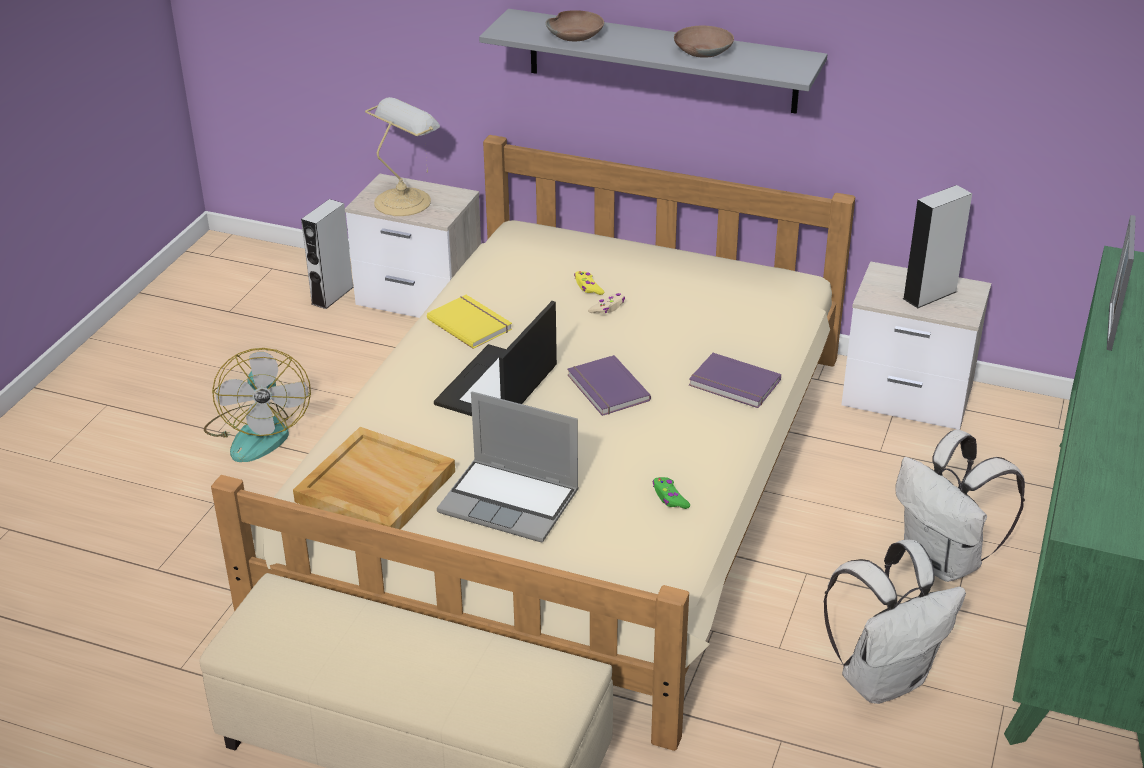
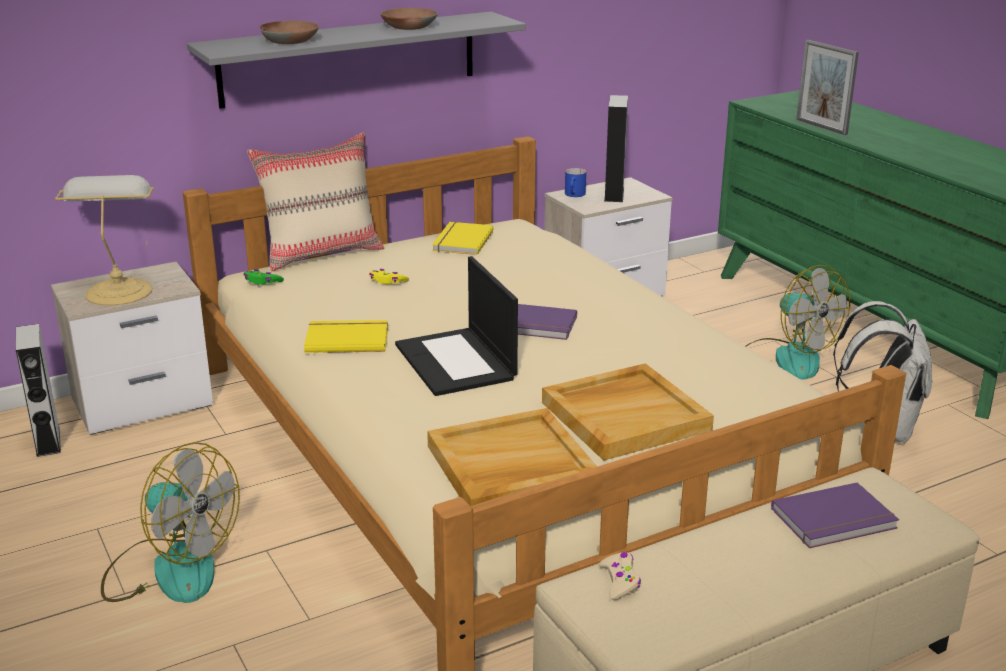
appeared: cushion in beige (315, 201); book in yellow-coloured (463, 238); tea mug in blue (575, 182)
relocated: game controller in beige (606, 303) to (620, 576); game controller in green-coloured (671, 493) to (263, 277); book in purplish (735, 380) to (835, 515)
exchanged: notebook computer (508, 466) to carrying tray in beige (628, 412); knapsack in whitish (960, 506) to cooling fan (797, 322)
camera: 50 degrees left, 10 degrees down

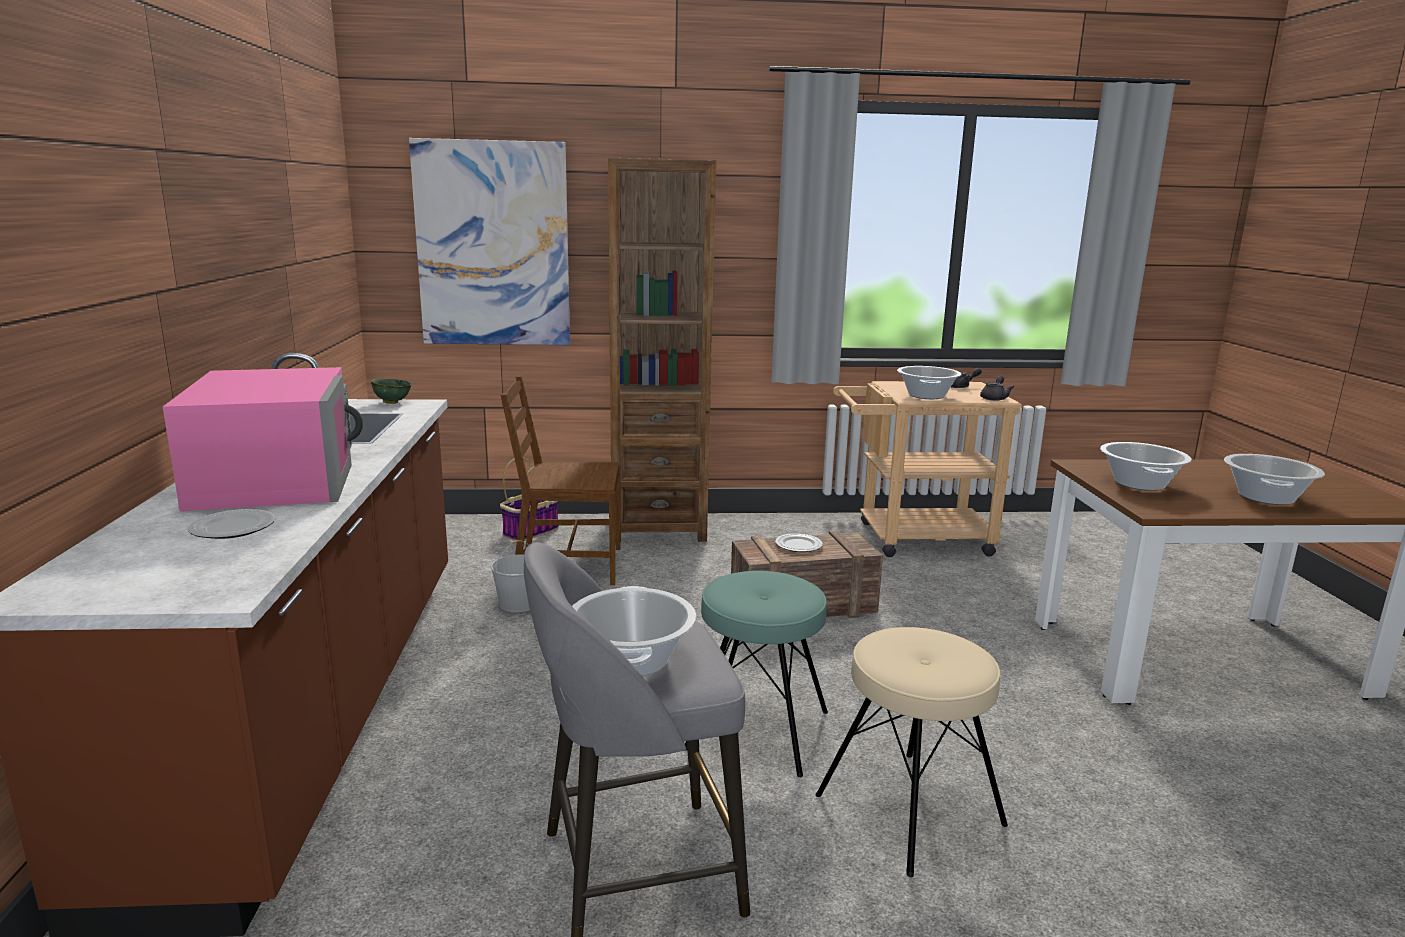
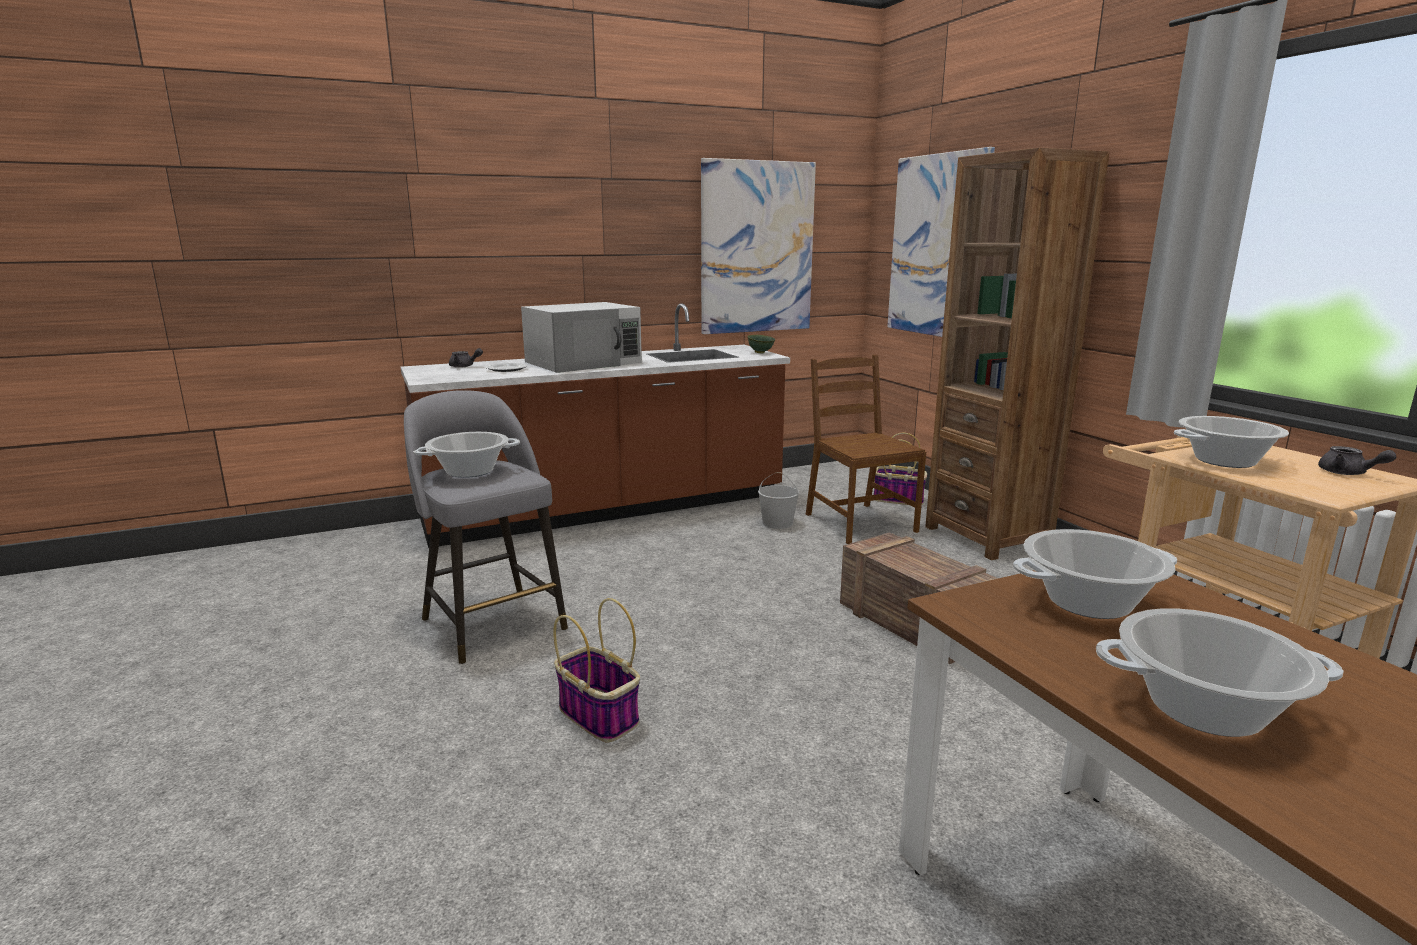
missing: stool in turquoise (756, 674); flat dish (799, 542)
appeared: wall picture (758, 246)
relocated: teapot in grey (997, 388) to (466, 358)
exchanged: stool in beige (911, 752) to storage basket (596, 670)
colour: microwave oven in pink (263, 439) to microwave oven in whitish (581, 337)
camera: 70 degrees right, 0 degrees up

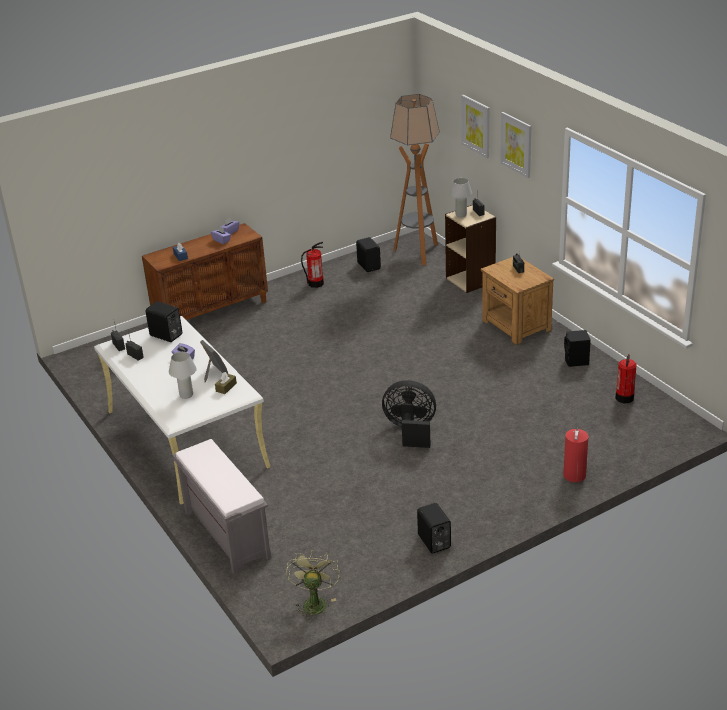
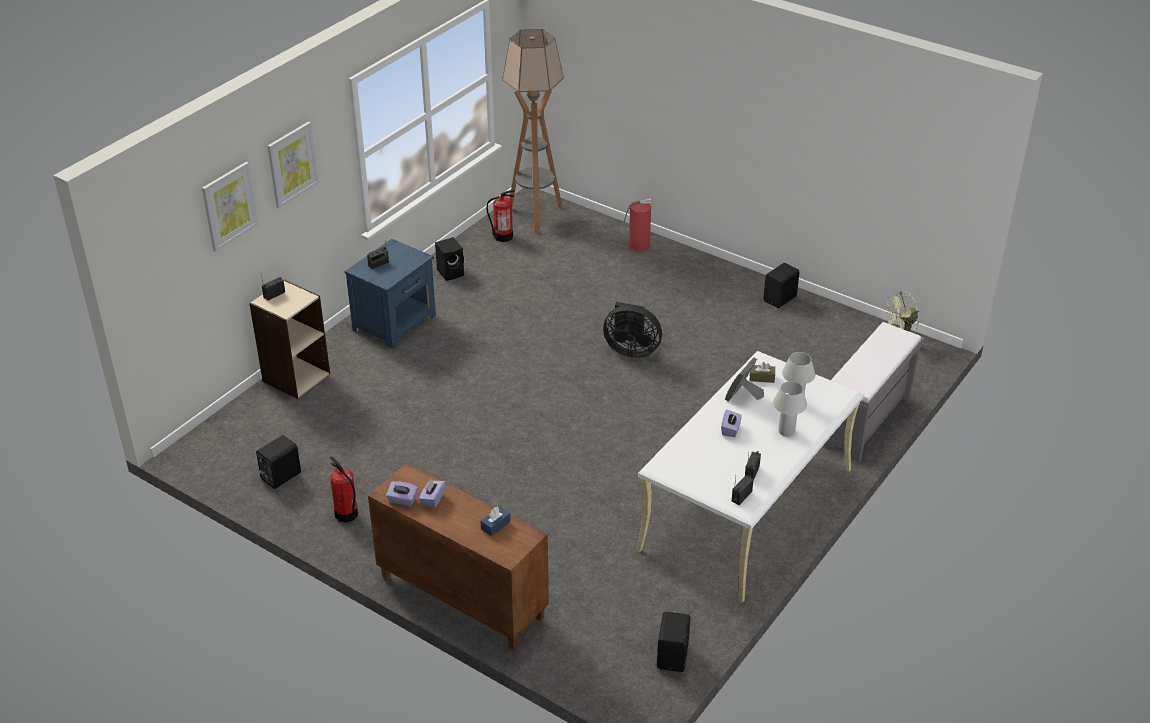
relocated: loudspeaker in black-coloured (164, 321) to (673, 642); floor lamp (415, 179) to (533, 131); lamp for a table in whitish (461, 197) to (790, 409)
colour: nightstand in brownish (517, 301) to nightstand in blue (390, 294)
spun: cooling fan in black-coloured (409, 414) = (632, 330) 60 degrees counterclockwise
camera: 115 degrees left, 5 degrees up

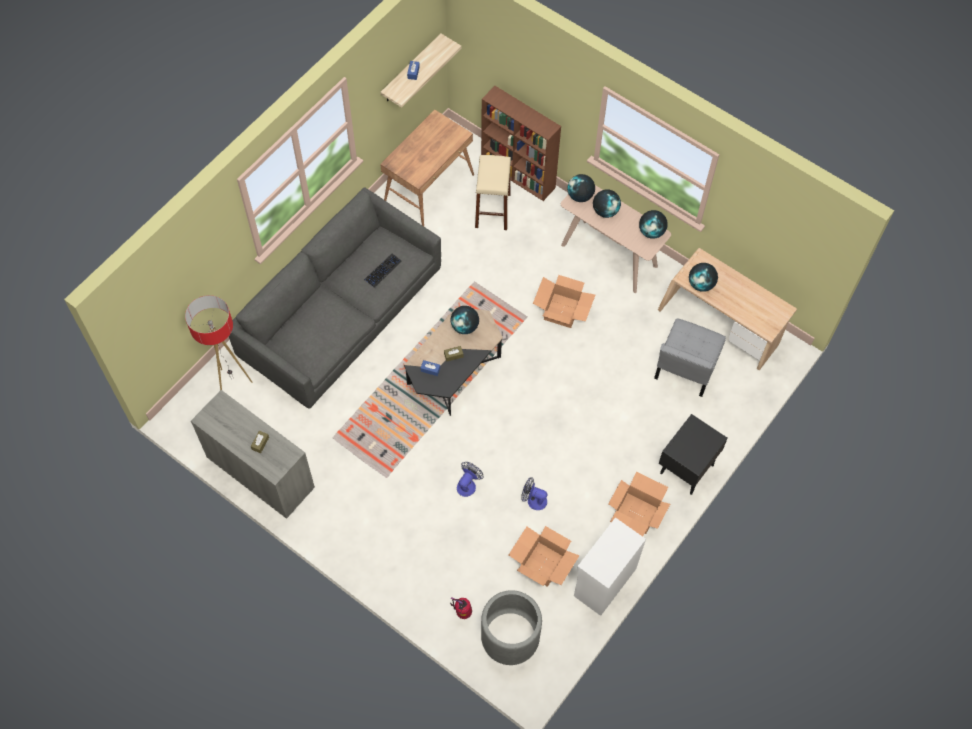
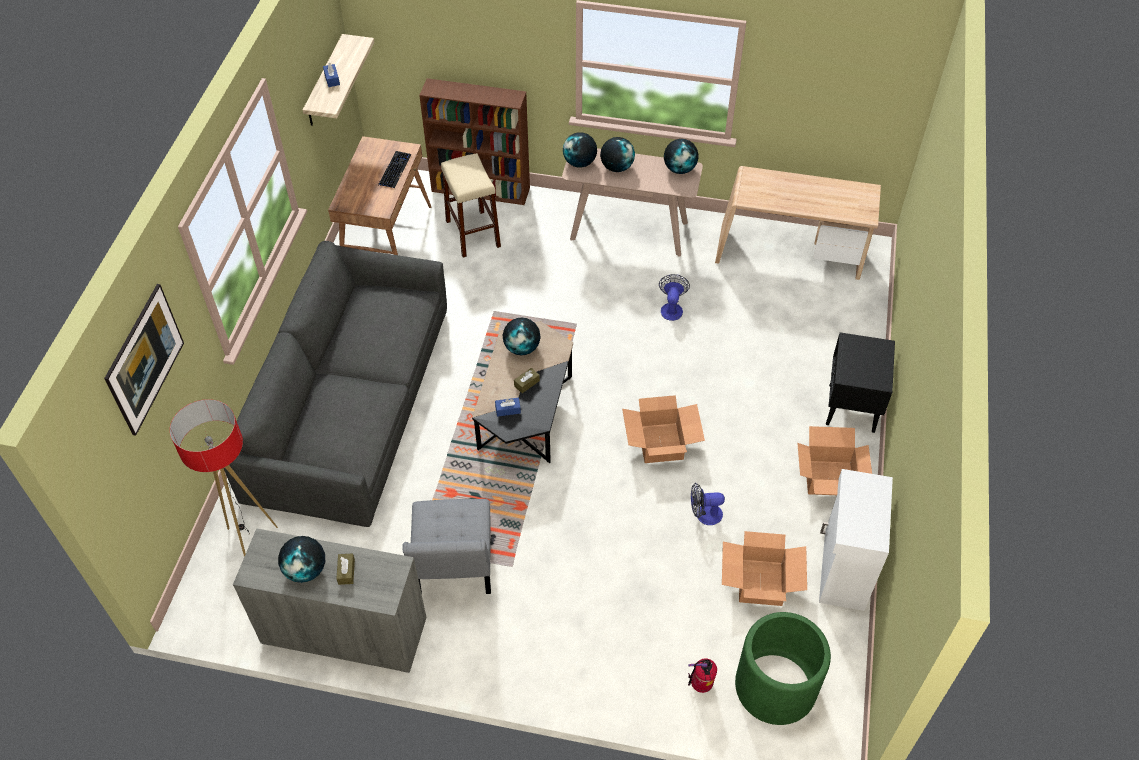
appeared: wall picture (144, 360)
relocated: computer keyboard (383, 270) to (394, 169); cooling fan (470, 479) to (674, 297); packing box (564, 301) to (663, 429); chair in grey (690, 357) to (446, 546); globe (703, 277) to (301, 559)
colour: flower pot in grey (511, 627) to flower pot in green-coloured (783, 668)
camera: 25 degrees left, 10 degrees down

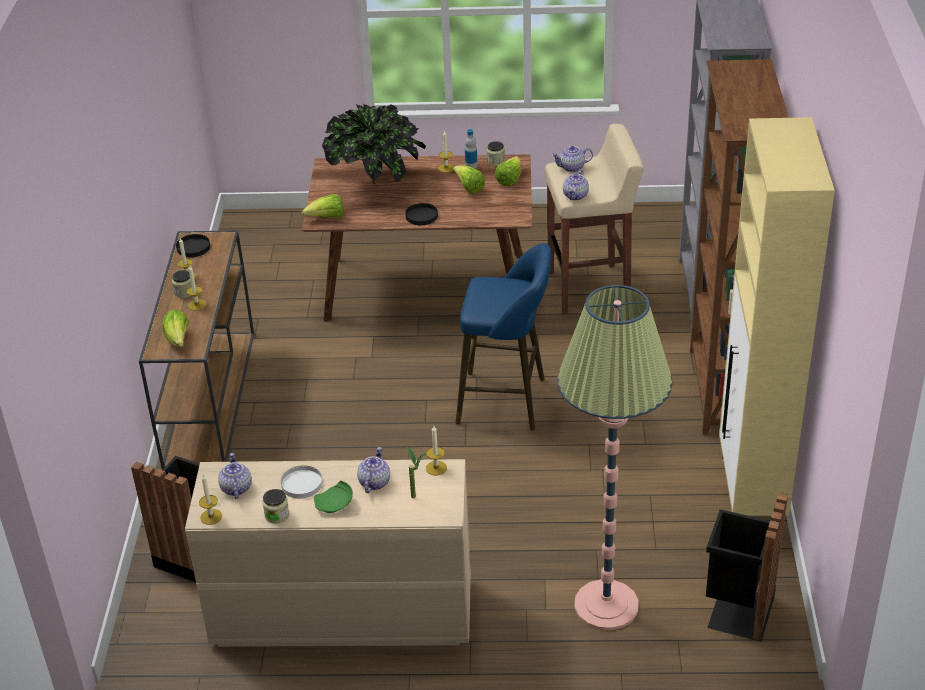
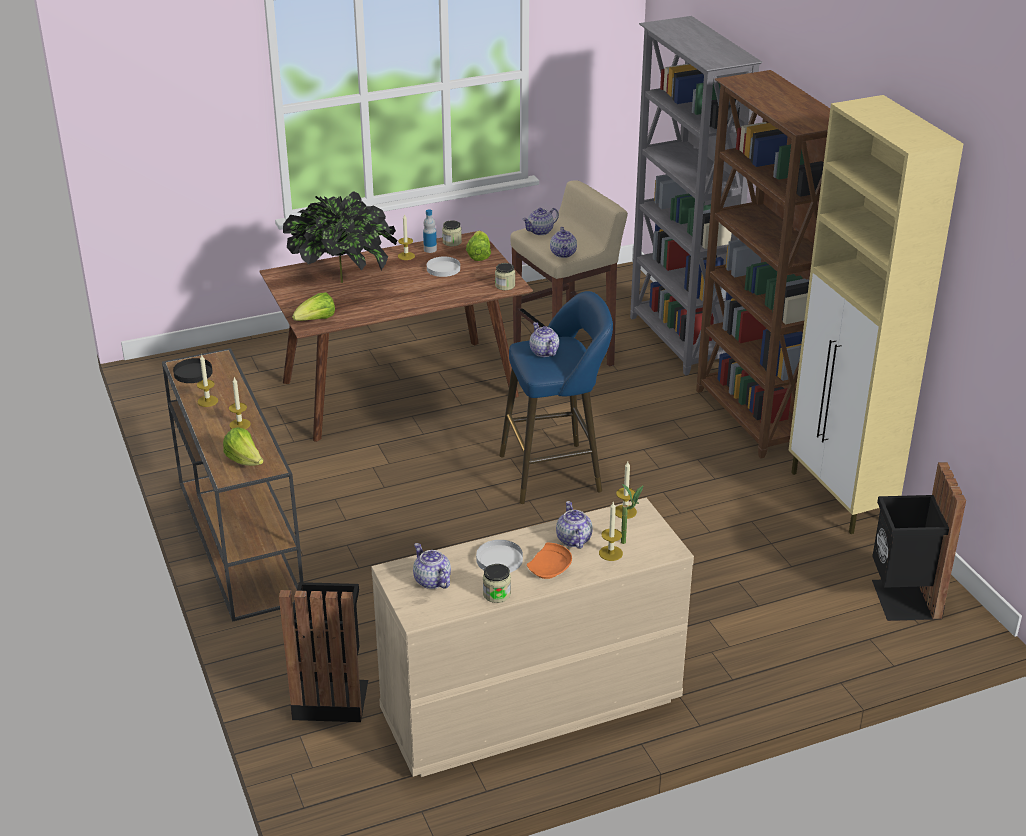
missing: flat dish in black-coloured (421, 214); floor lamp (614, 457)
appeared: teapot (544, 339)
relocated: jar (182, 284) to (505, 276); candle (210, 499) to (611, 531)
exchanged: lettuce (469, 179) to flat dish in whitish (443, 267)
colour: flat dish in green-coloured (333, 496) to flat dish in orangey (549, 560)
camera: 25 degrees left, 5 degrees down

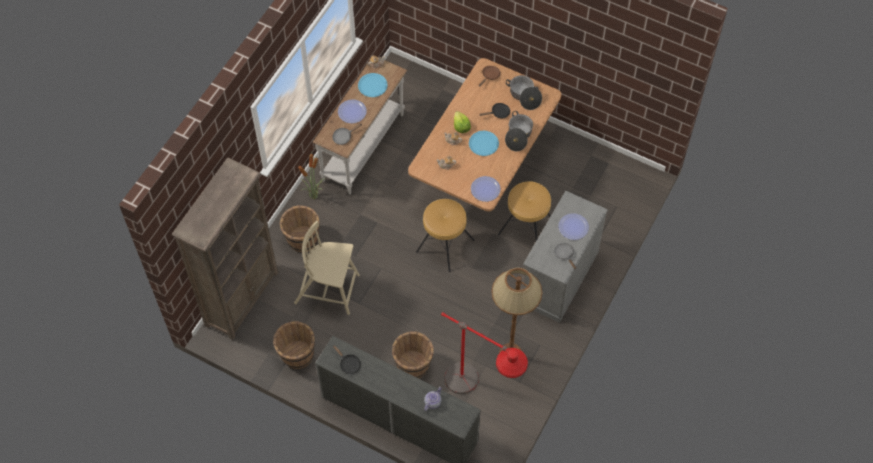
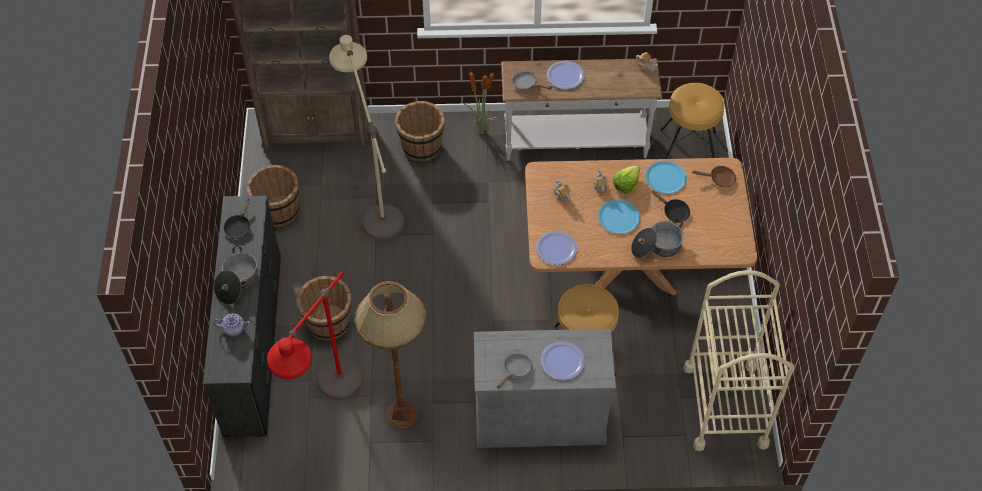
appeared: trolley in beige (738, 360)
relocated: flat dish in blue (373, 85) to (666, 177); stool in brownish (445, 235) to (693, 121); stockpot (524, 92) to (236, 275)
exchanged: chair in beige (327, 268) to floor lamp in beige (367, 138)
camera: 60 degrees right, 5 degrees down

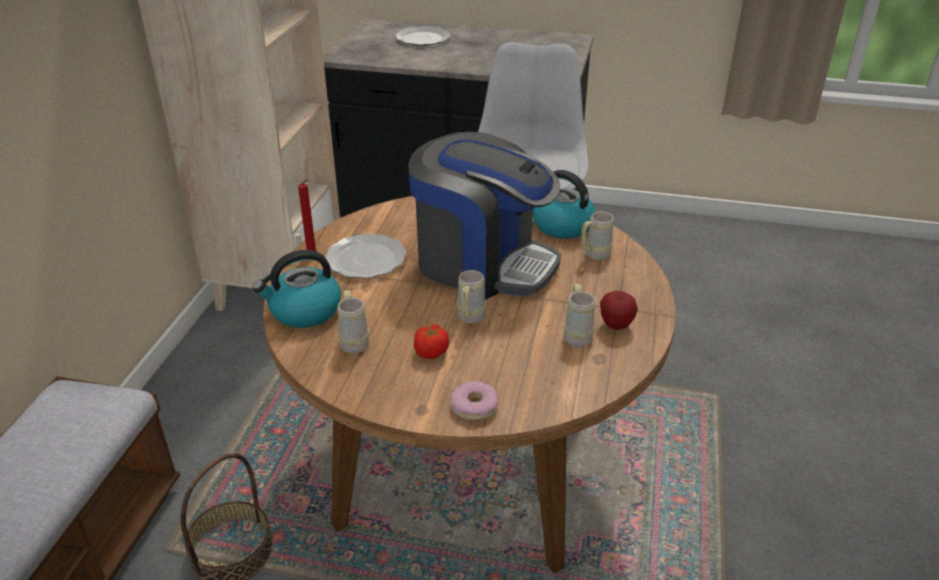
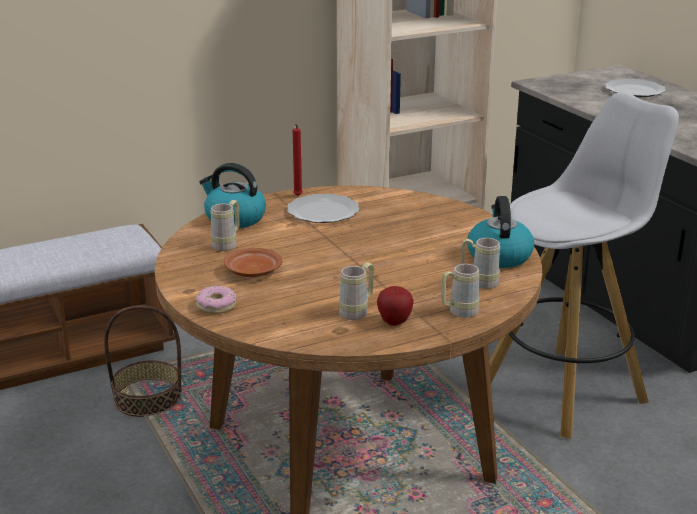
missing: coffee brewer (484, 216)
relocated: tea mug in beige (471, 296) to (460, 291)
exchanged: tomato (431, 342) to flat dish in brownish (253, 262)
camera: 50 degrees right, 10 degrees down

